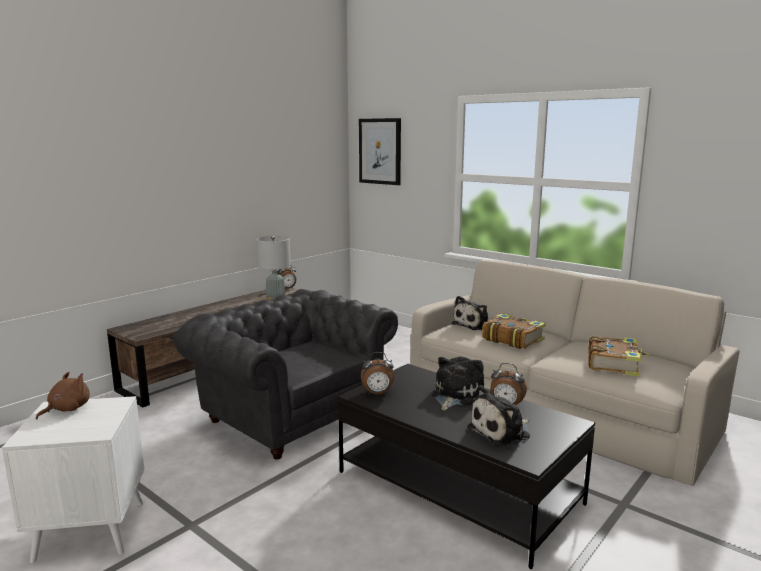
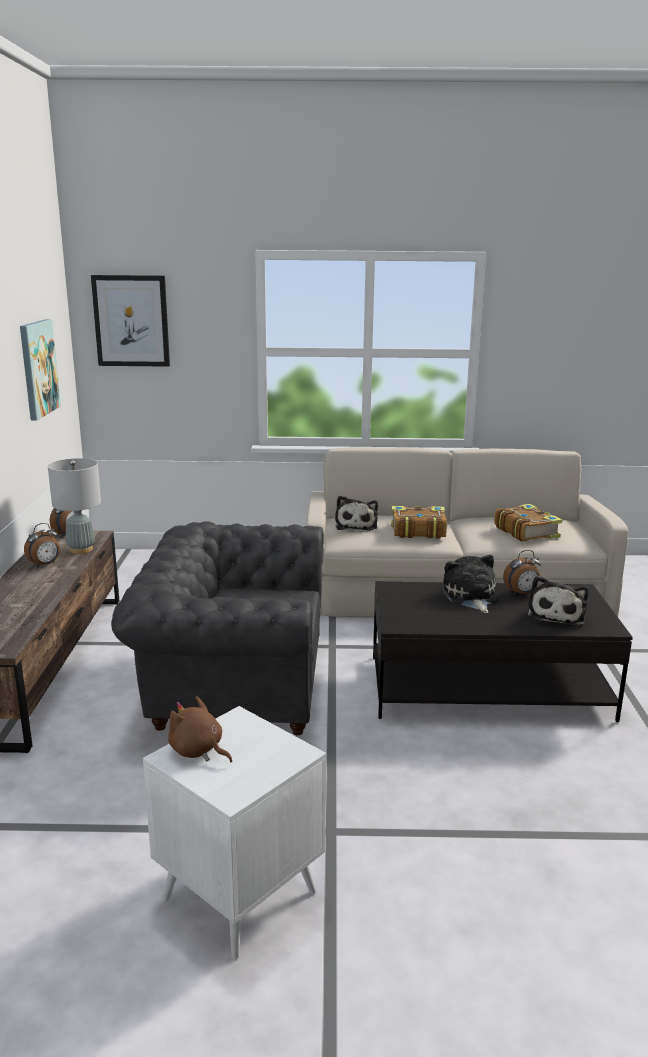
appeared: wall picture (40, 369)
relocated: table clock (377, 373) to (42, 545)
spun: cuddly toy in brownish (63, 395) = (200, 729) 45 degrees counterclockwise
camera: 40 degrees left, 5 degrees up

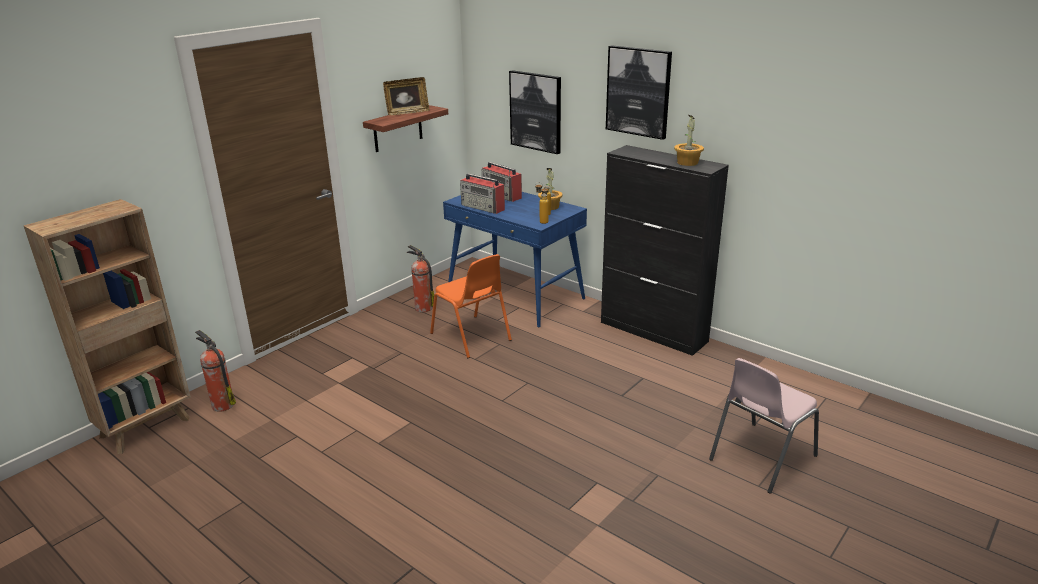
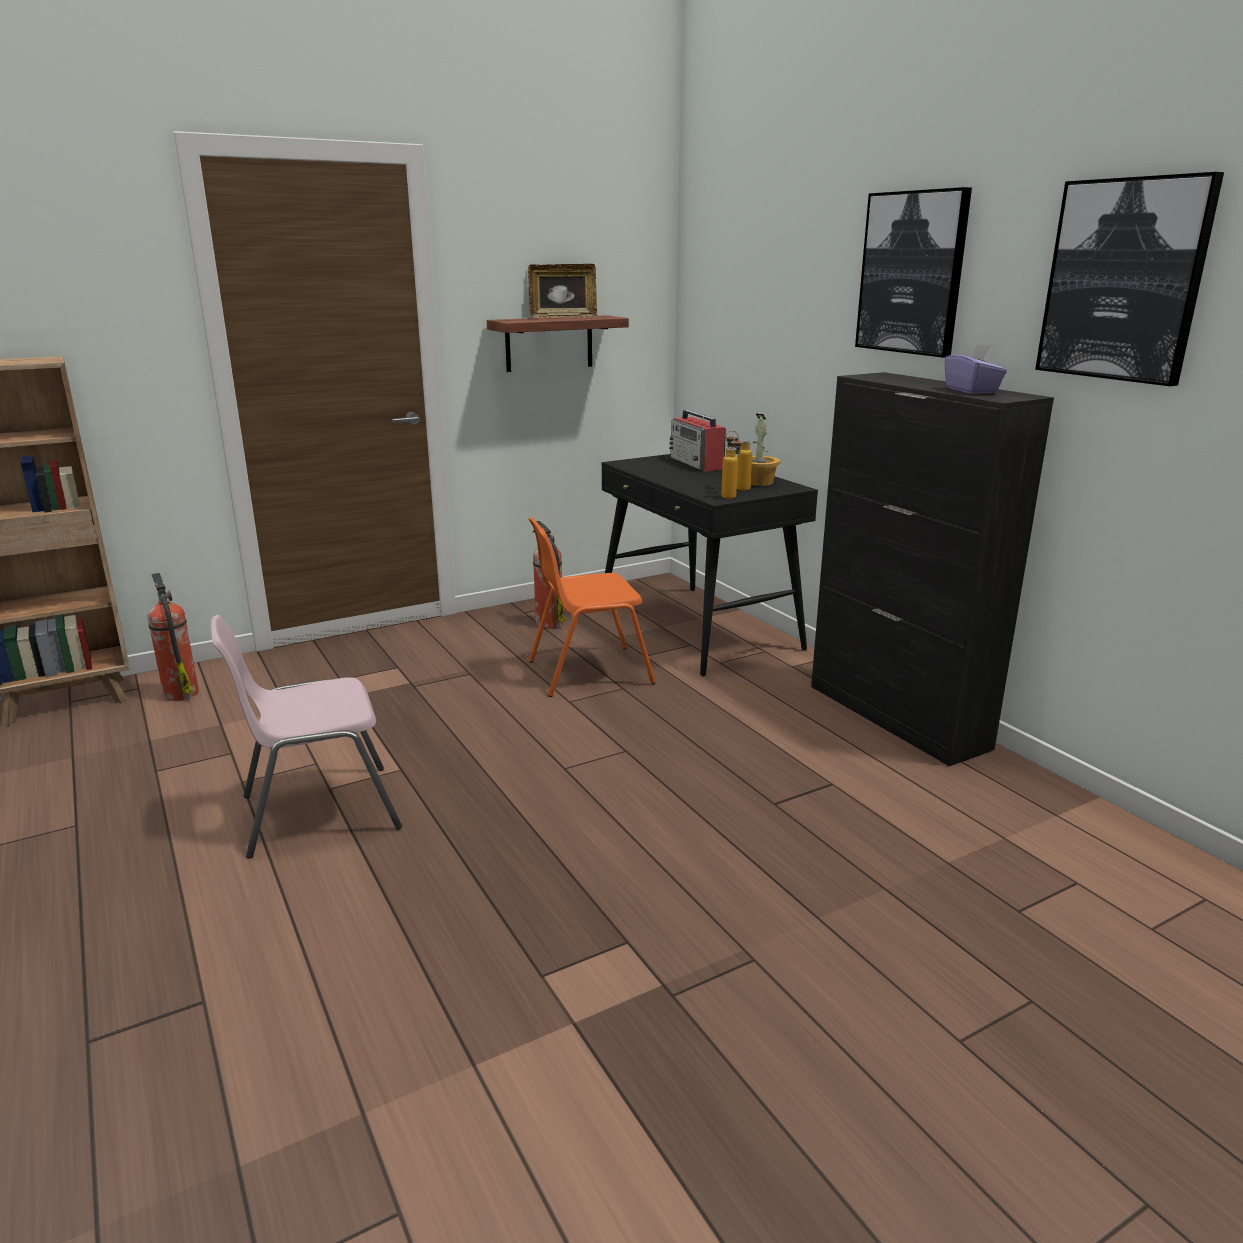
missing: radio set (482, 193)
relocated: wall picture (535, 112) to (1129, 279); chair in pink (764, 426) to (306, 736)
exchanged: plant in a pot (689, 140) to tissue holder in purplish (975, 368)
colour: desk unit in blue (515, 260) to desk unit in black-coloured (709, 565)
spun: chair in orangey (471, 306) = (592, 607) 90 degrees clockwise
camera: 20 degrees right, 5 degrees down

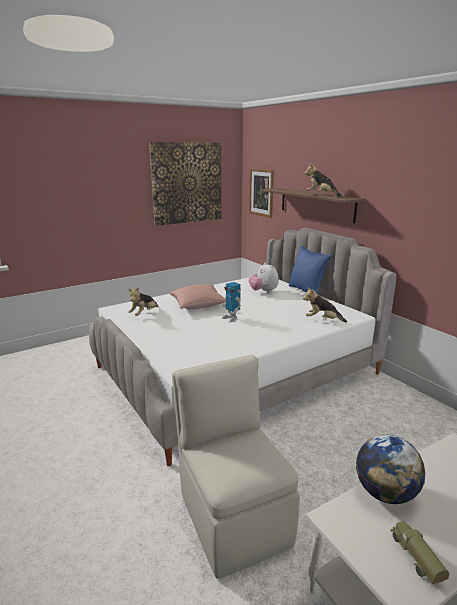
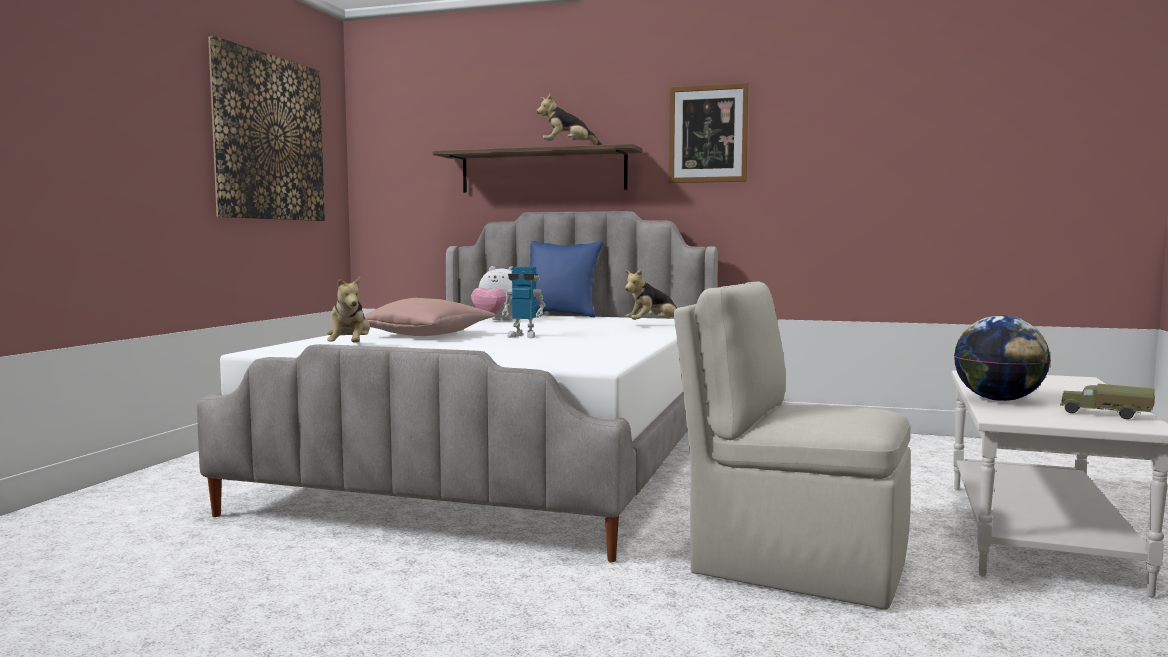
relocated: wall picture (261, 193) to (709, 133)
camera: 40 degrees left, 15 degrees down

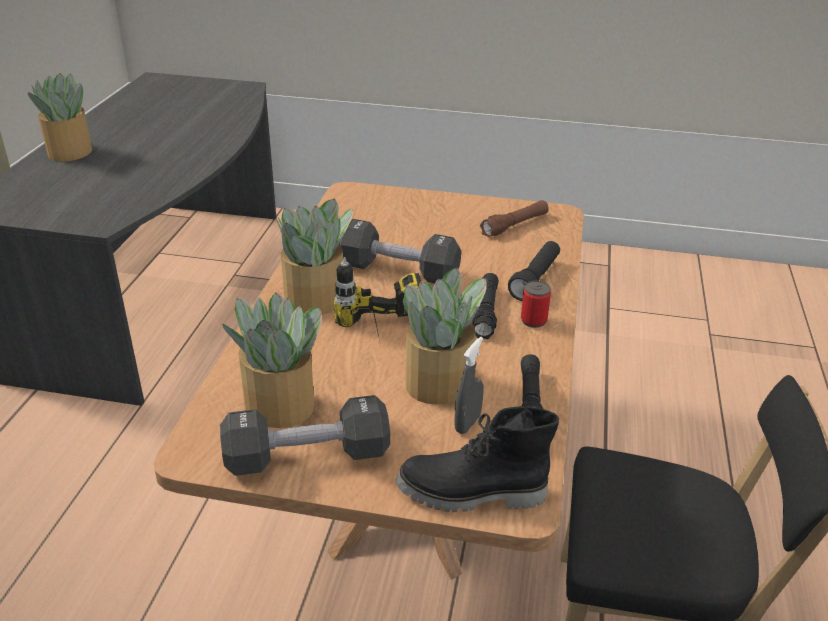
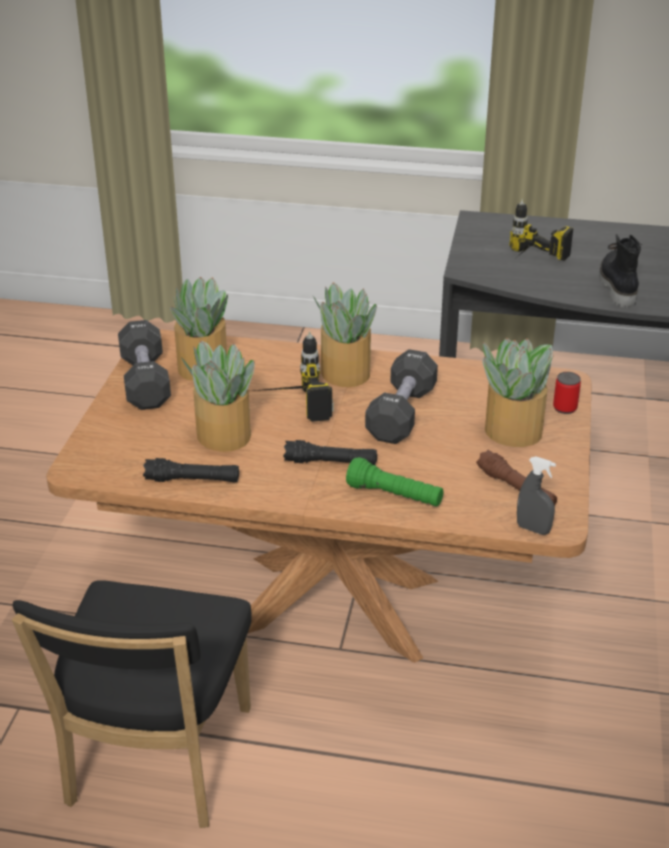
appeared: power drill (541, 230)
relocated: plant in a pot (60, 117) to (518, 392); high-top boot in black-coloured (477, 459) to (620, 271); spray bottle in grey (469, 385) to (536, 495); can (536, 304) to (567, 393)
colour: torch in black-coloured (534, 271) to torch in green-coloured (394, 482)
camera: 90 degrees right, 0 degrees up

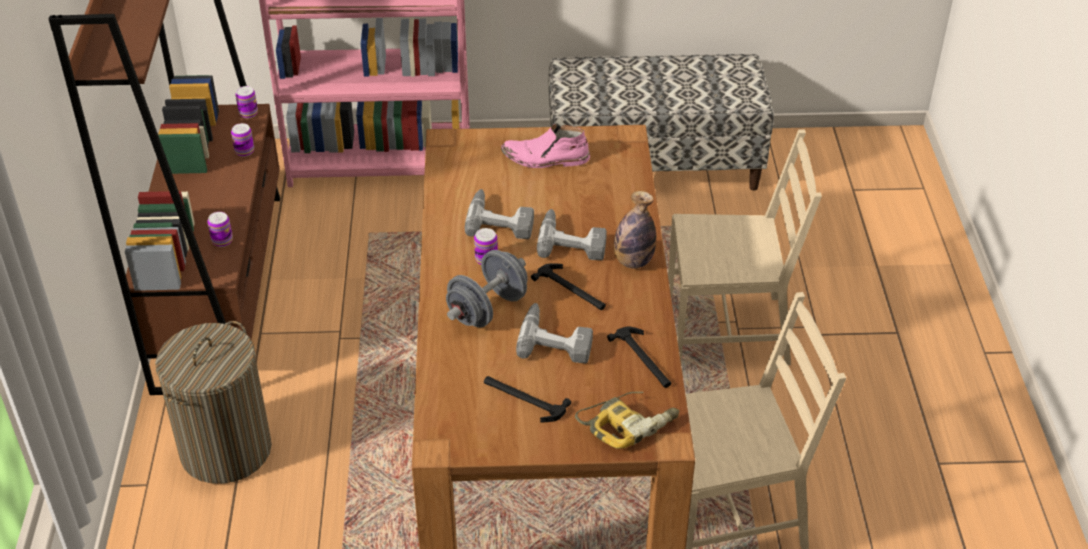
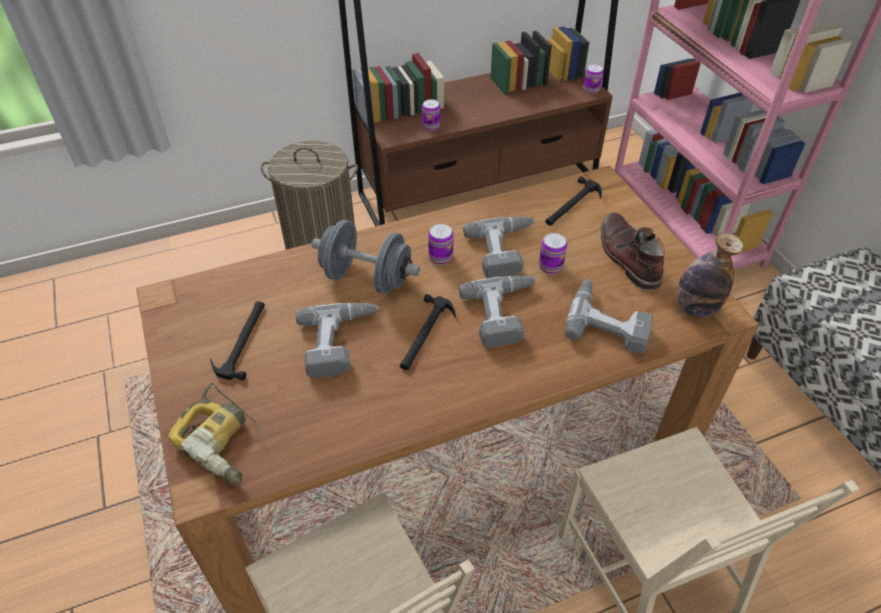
appeared: power drill (609, 316)
relocated: can (242, 140) to (553, 253); hammer (639, 357) to (573, 200); bottle (635, 230) to (710, 275)
colour: high-top boot in pink (545, 146) to high-top boot in brownish (633, 251)
camera: 70 degrees right, 5 degrees up

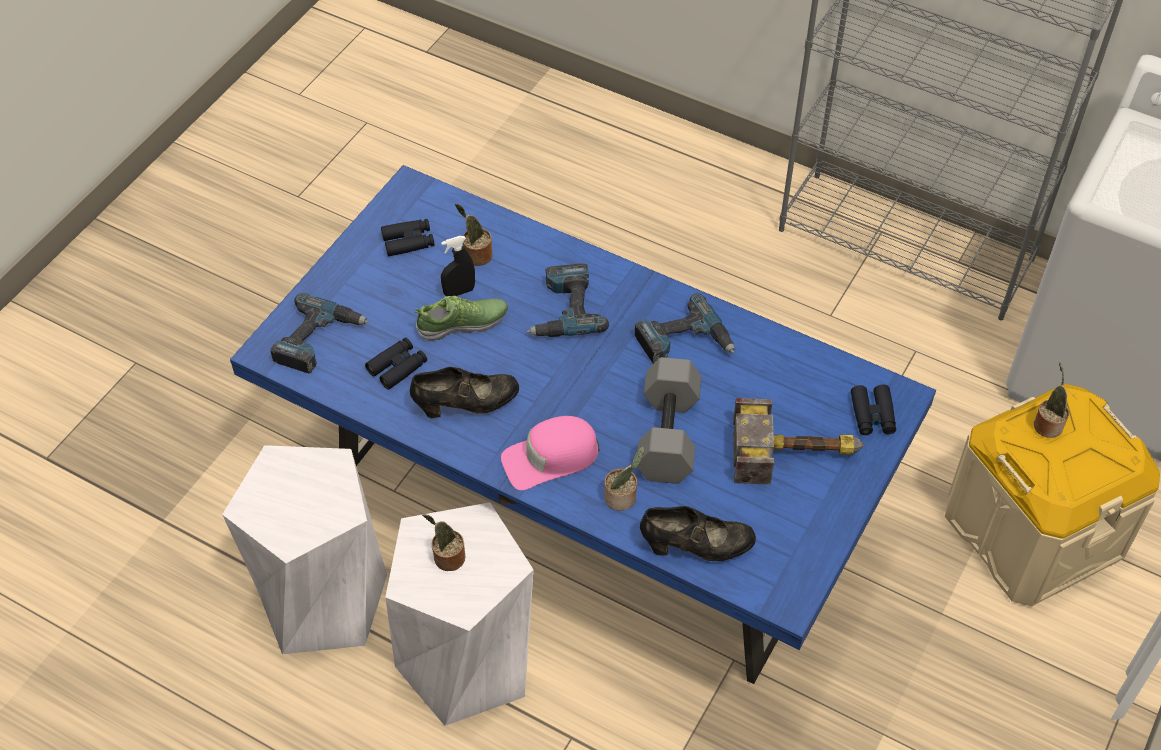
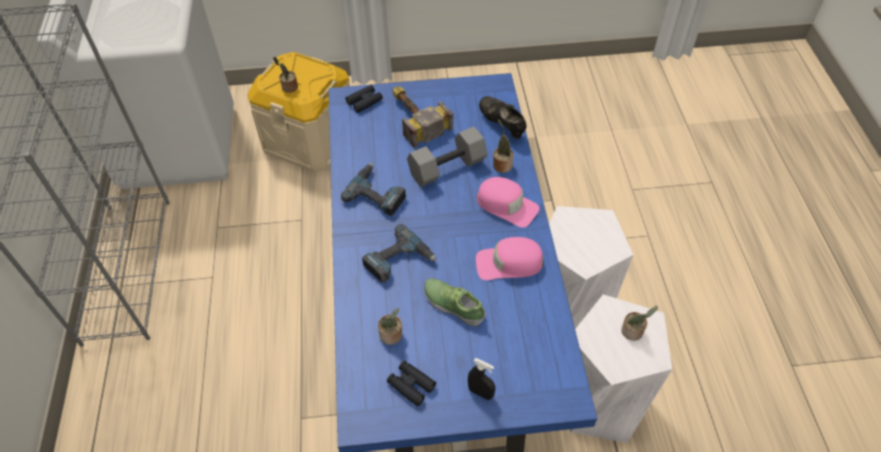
missing: power drill (319, 333); pair of binoculars in black-coloured (396, 364)
relocated: plant in a pot (443, 542) to (639, 323); spray bottle in black-coloured (458, 266) to (481, 379)
exchanged: item of footwear in black-coloured (464, 392) to cap in pink (510, 258)
camera: 125 degrees left, 0 degrees up

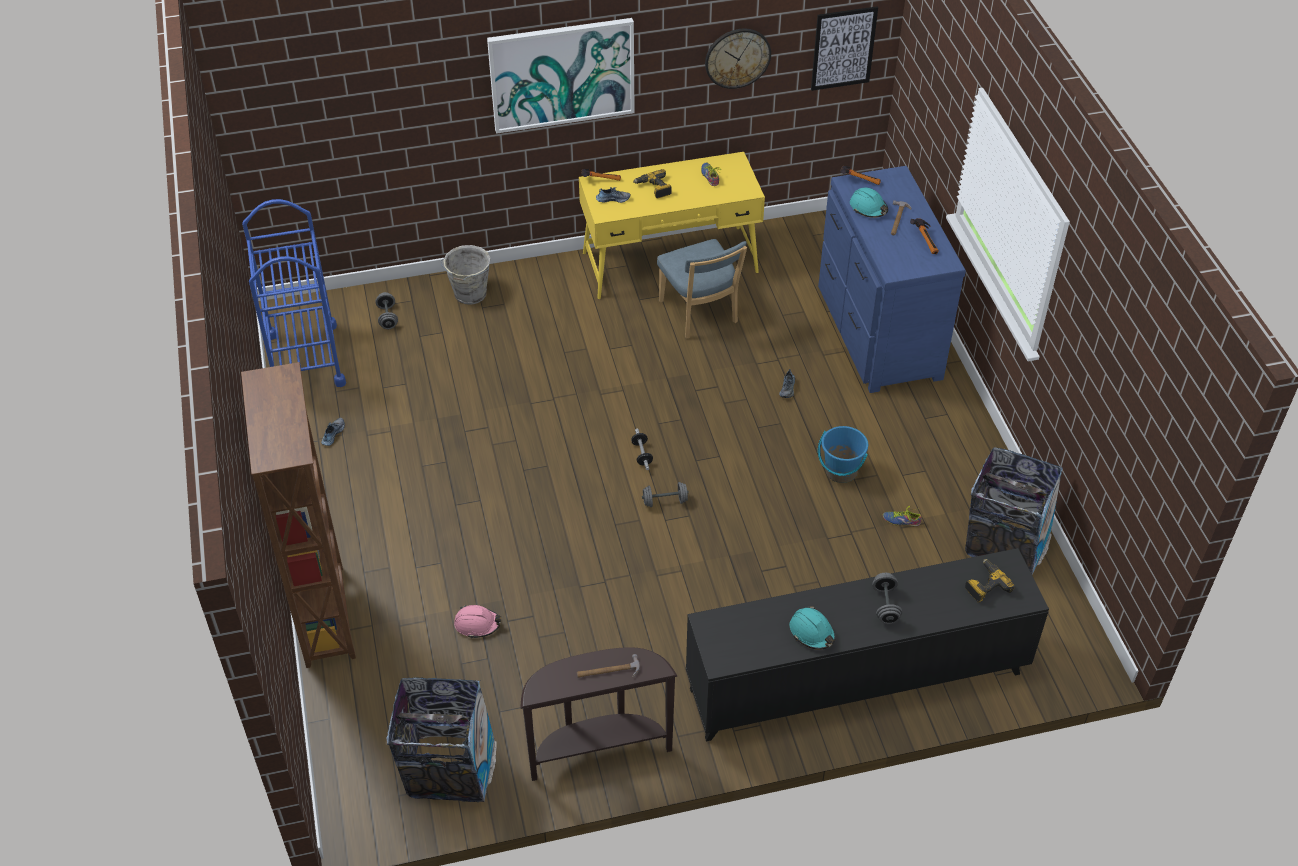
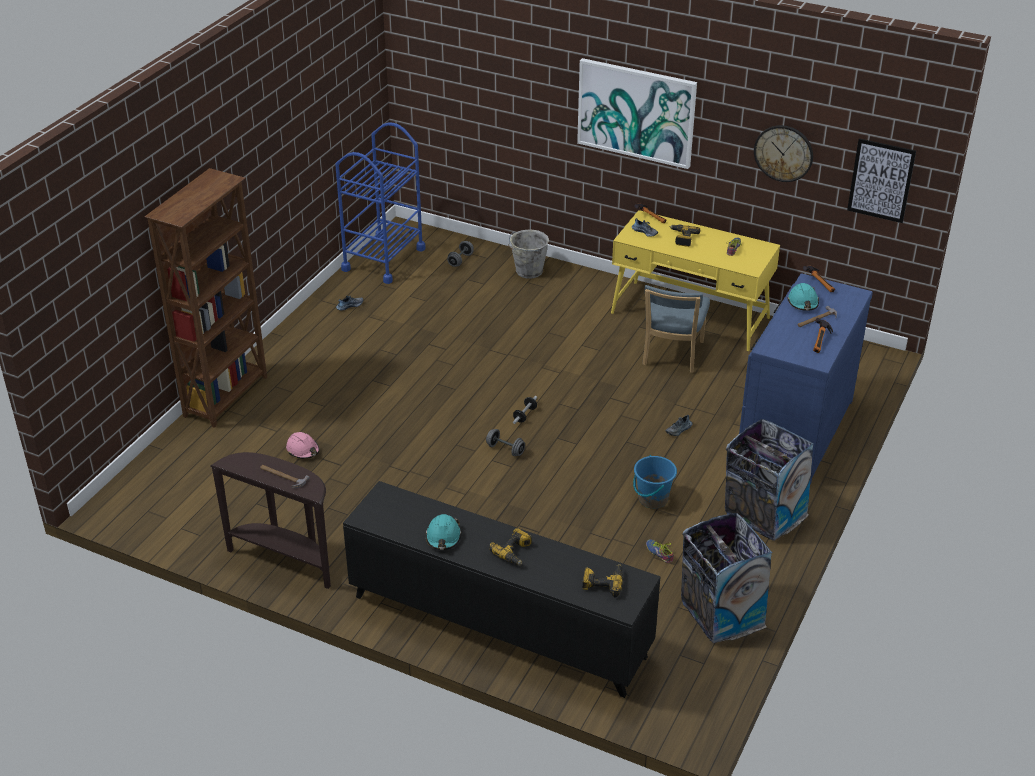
relocated: trash can (441, 739) to (769, 480)
exchanged: free weight in grey (887, 598) to power drill (510, 546)
camera: 40 degrees right, 10 degrees down

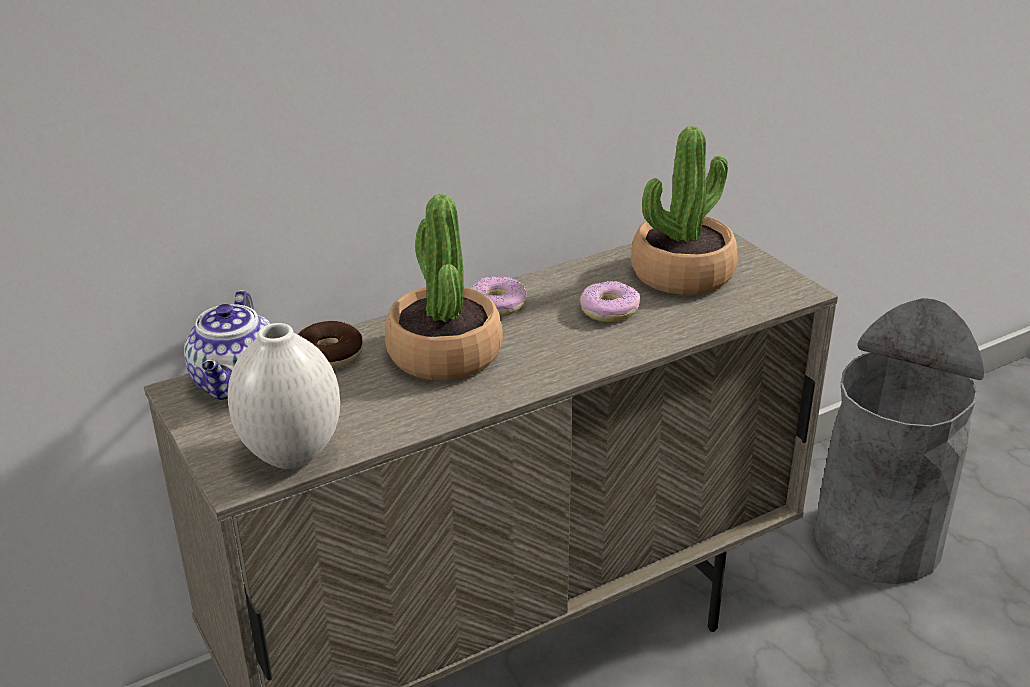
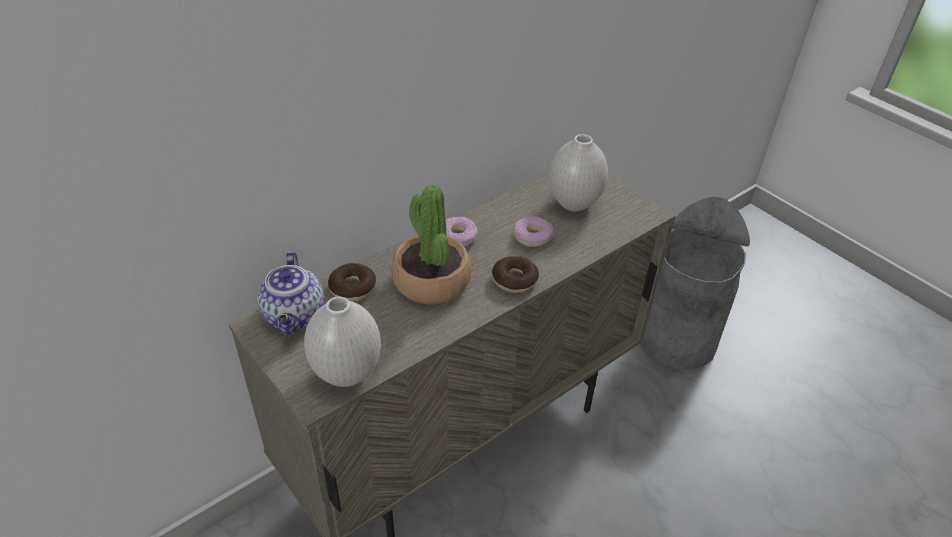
appeared: ring doughnut (515, 274)
exchanged: plant in a pot (684, 210) to decorative vase in whitish (578, 173)
camera: 10 degrees left, 10 degrees up

